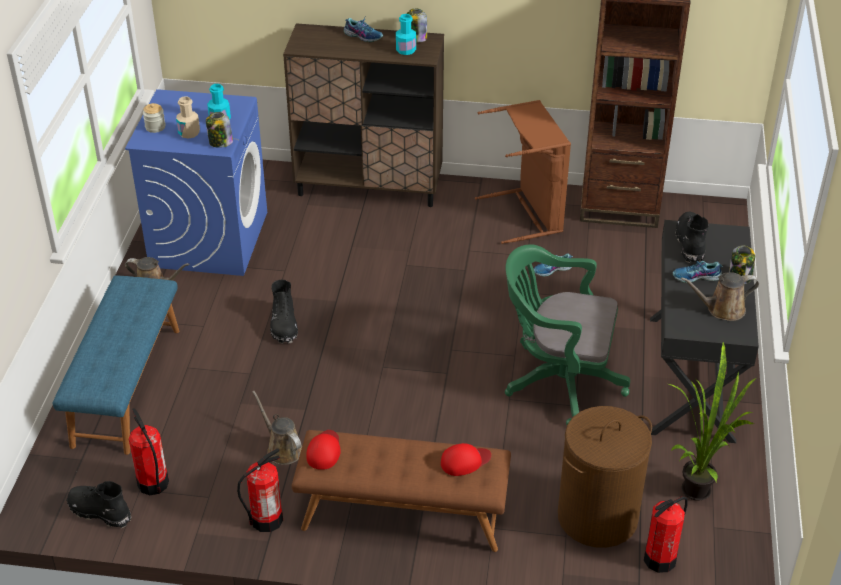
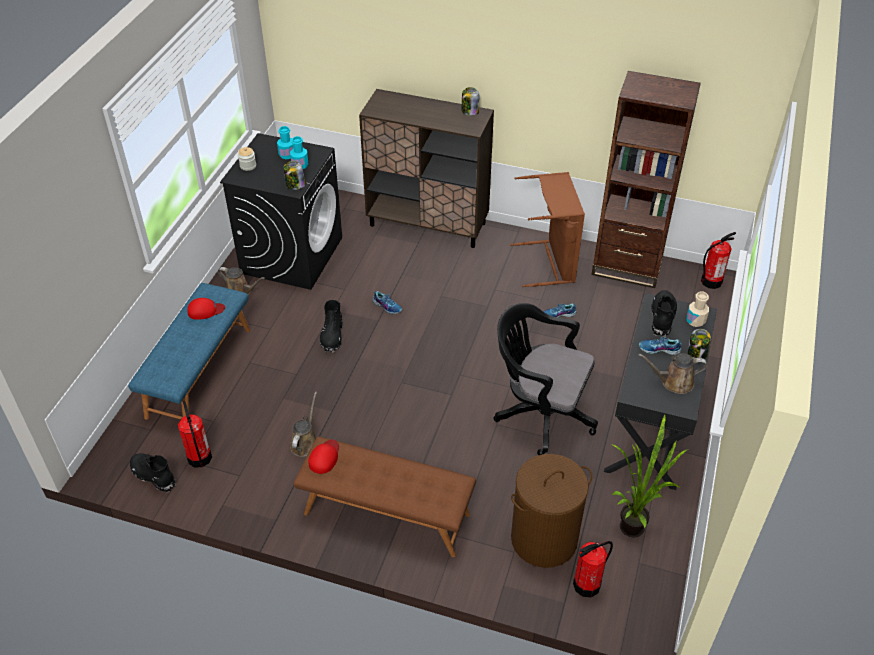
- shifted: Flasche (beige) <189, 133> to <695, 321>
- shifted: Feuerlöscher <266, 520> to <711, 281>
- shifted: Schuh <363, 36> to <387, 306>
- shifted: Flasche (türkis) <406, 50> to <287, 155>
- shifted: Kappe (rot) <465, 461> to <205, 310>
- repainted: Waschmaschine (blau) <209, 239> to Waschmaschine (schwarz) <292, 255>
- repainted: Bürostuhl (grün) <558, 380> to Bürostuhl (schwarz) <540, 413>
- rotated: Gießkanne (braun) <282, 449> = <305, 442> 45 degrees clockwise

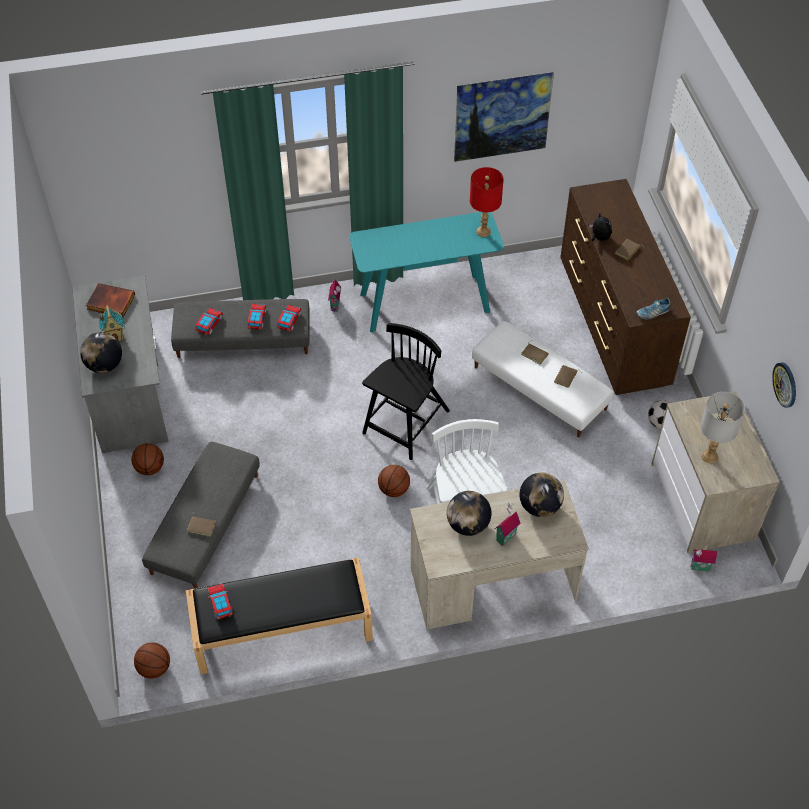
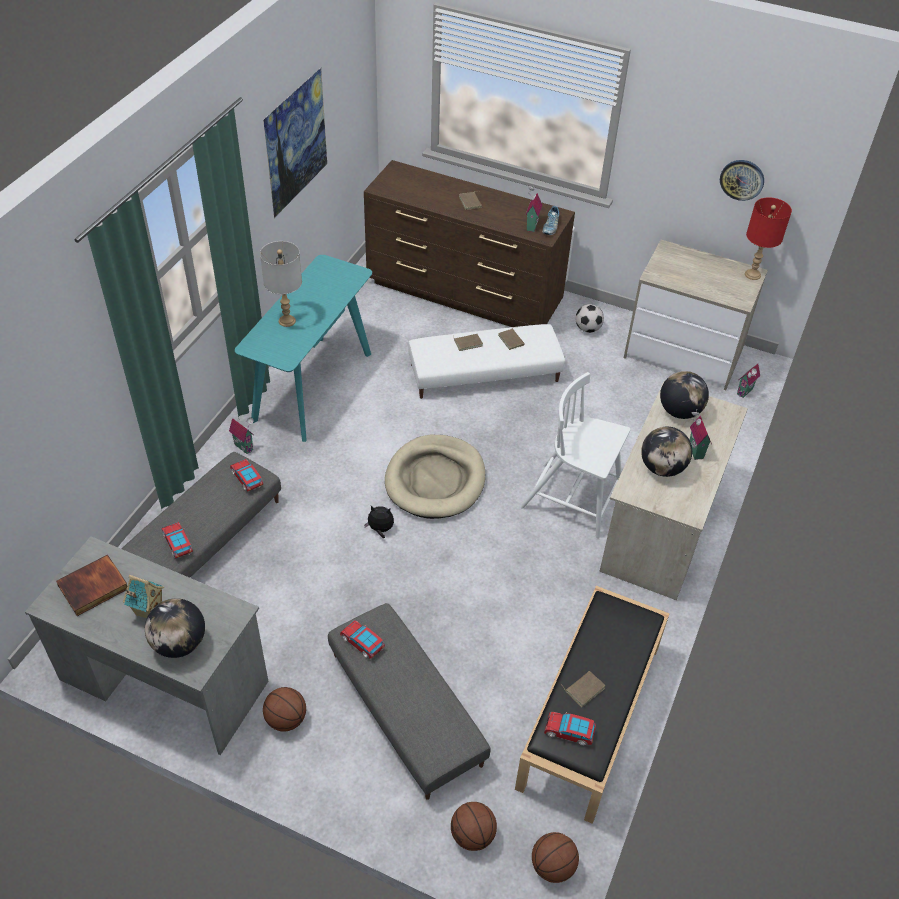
- new: Spielzeughaus <530, 226>
- shifted: Buch (braun) <202, 526> to <584, 689>
- shifted: Spielzeugauto <257, 320> to <362, 643>
- shifted: Basketball <394, 490> to <473, 835>
- shifted: Tischlampe (rot) <483, 232> to <753, 275>
- shifted: Plüschtier <599, 238> to <380, 529>
- shifted: Tischlampe (grau) <709, 456> to <287, 321>
- swapped: Stuhl (schwarz) <405, 424> to Hundebett (beige) <435, 480>

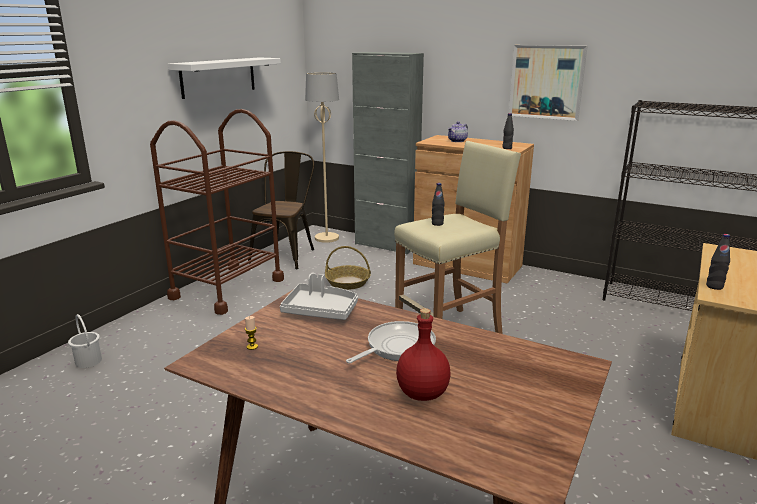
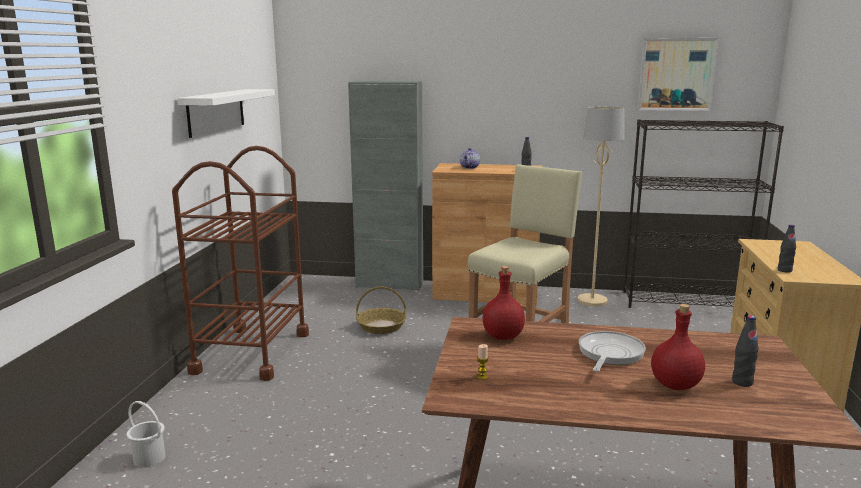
- gone: Stuhl (braun) <286, 254>
- shifted: Stehlampe (beige) <327, 238> to <592, 301>
- shifted: Flasche (schwarz) <437, 224> to <742, 382>
- shifted: Bild <546, 82> to <676, 74>
- swapped: Tablett (grau) <320, 310> to Flasche (rot) <503, 336>

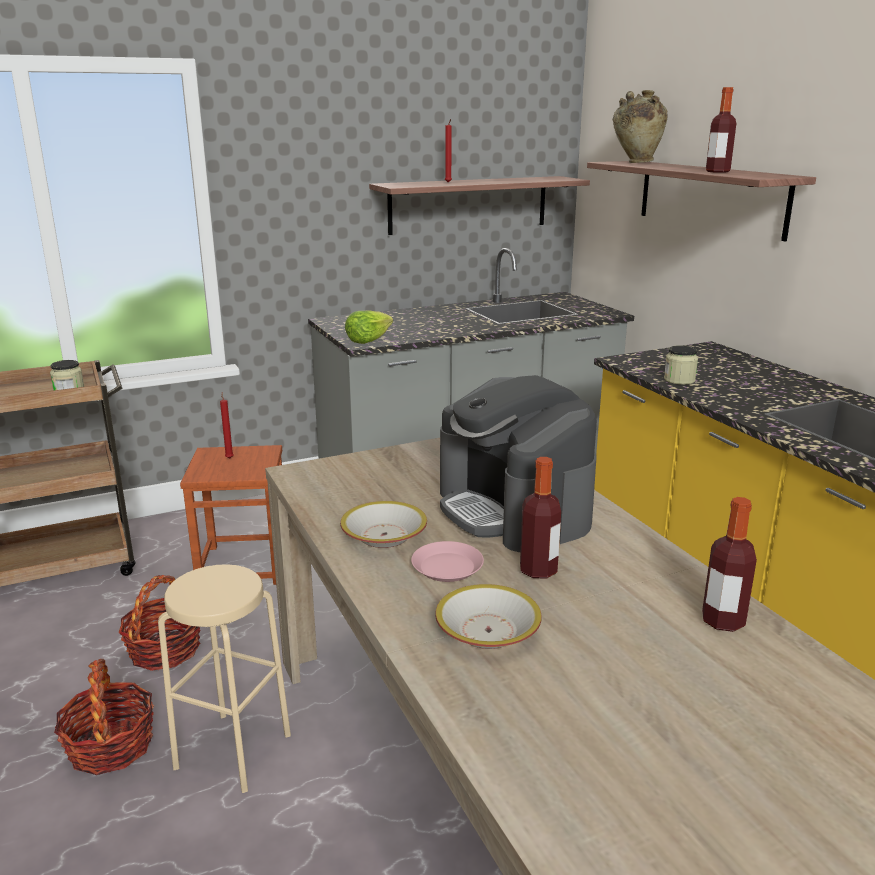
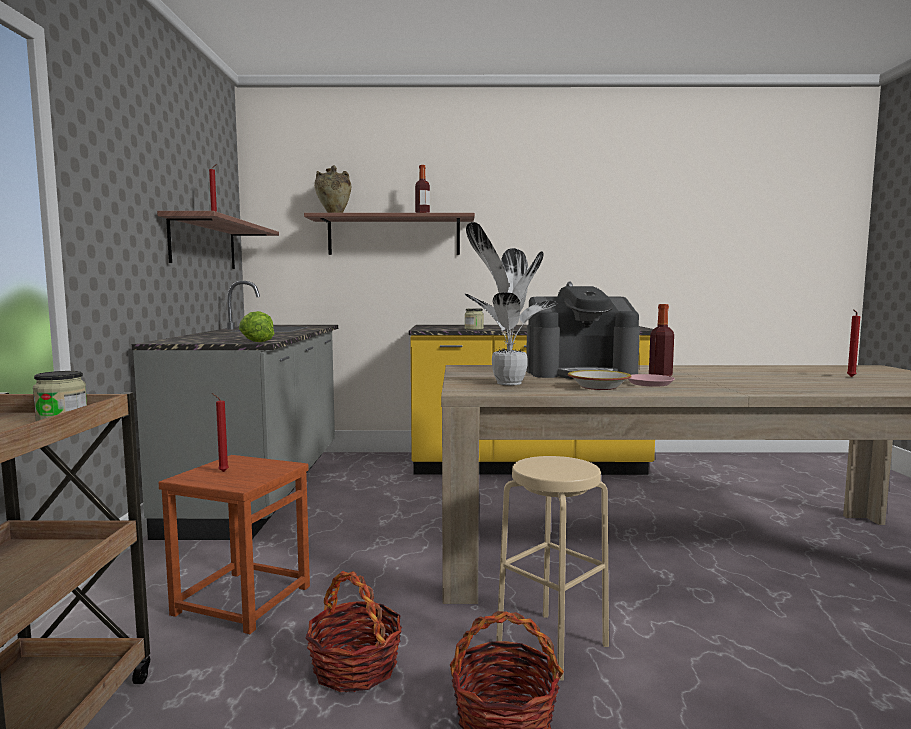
- gone: Schüssel <488, 631>
- gone: Flasche <723, 621>
- new: Topfpflanze <506, 383>
- new: Kerze (rot) <850, 377>

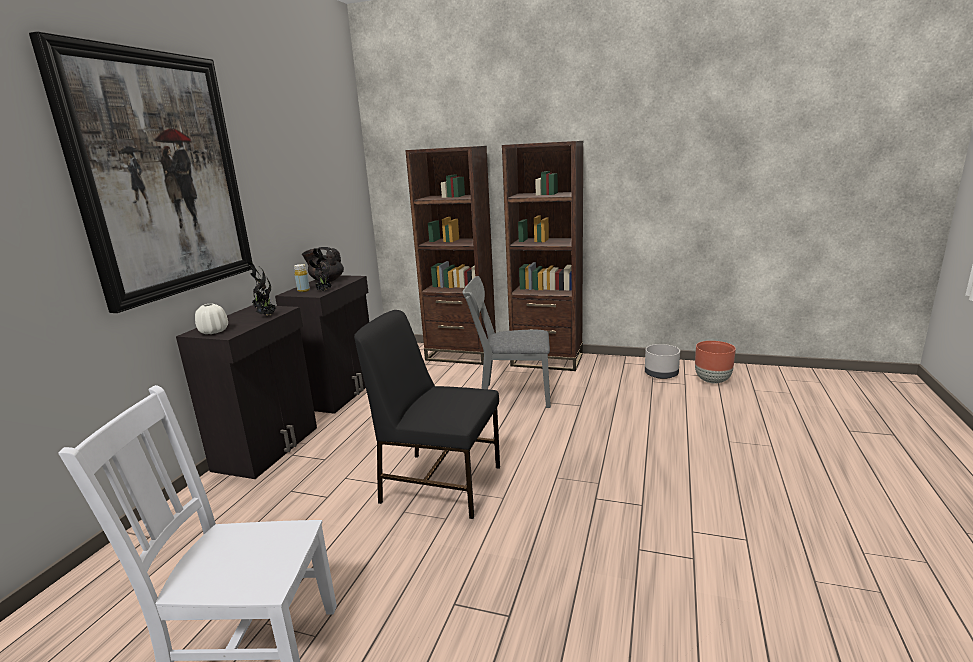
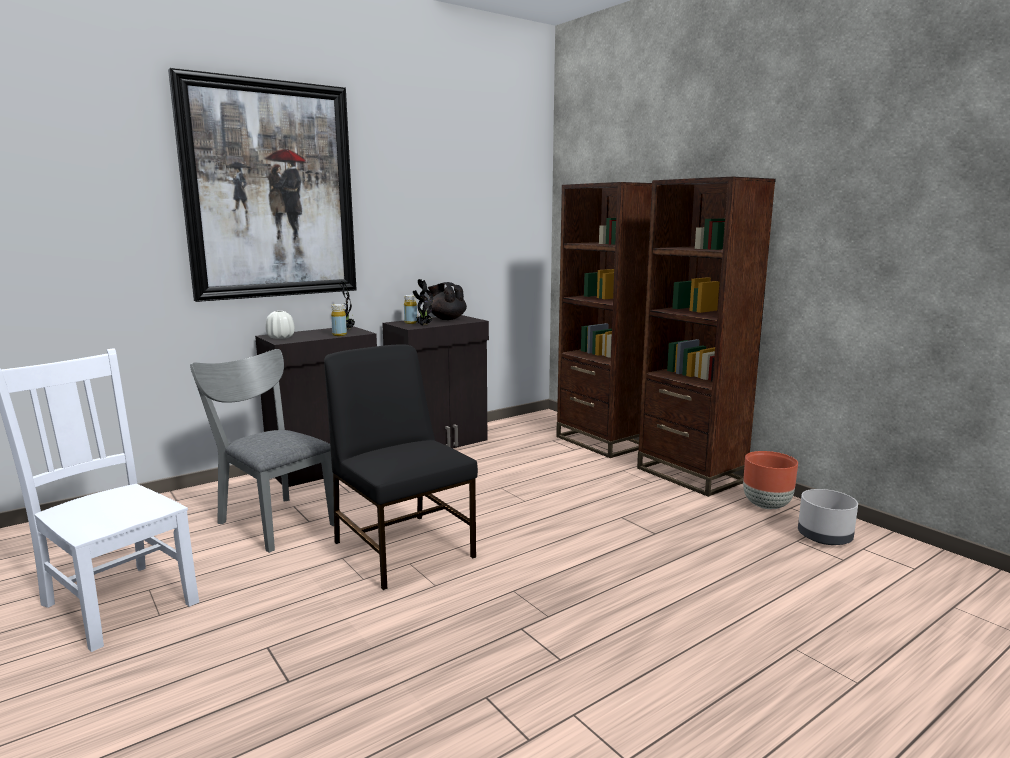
- shifted: Stuhl (grau) <509, 395> to <273, 520>
- shifted: Pflanzkübel (braun) <712, 380> to <766, 505>
- swapped: Topfpflanze <268, 315> to Flasche (gelb) <339, 335>

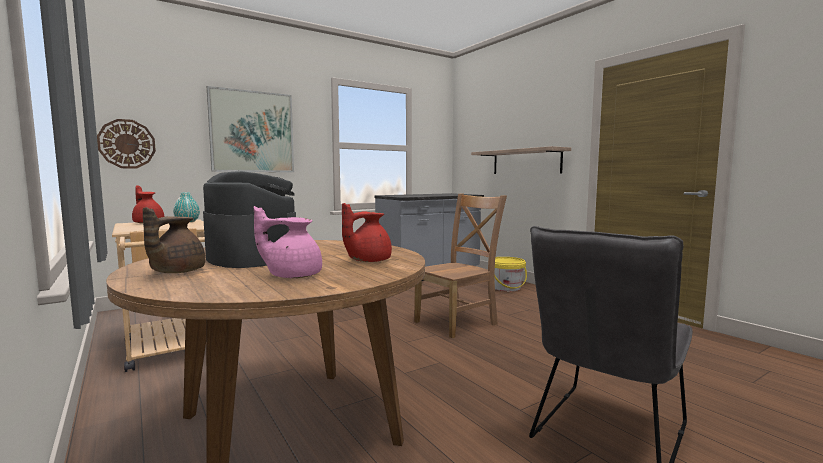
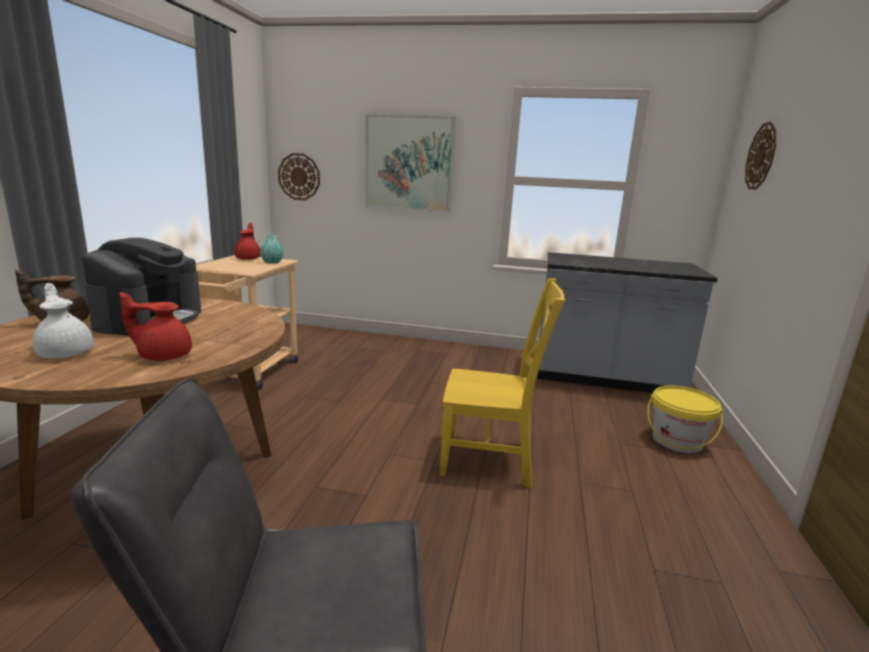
- gone: Wandregal <526, 162>
- new: Wanduhr <761, 156>
- repainted: Teekanne (rosa) <292, 275> to Teekanne (weiß) <66, 353>
- repainted: Stuhl (braun) <458, 322> to Stuhl (gelb) <491, 459>

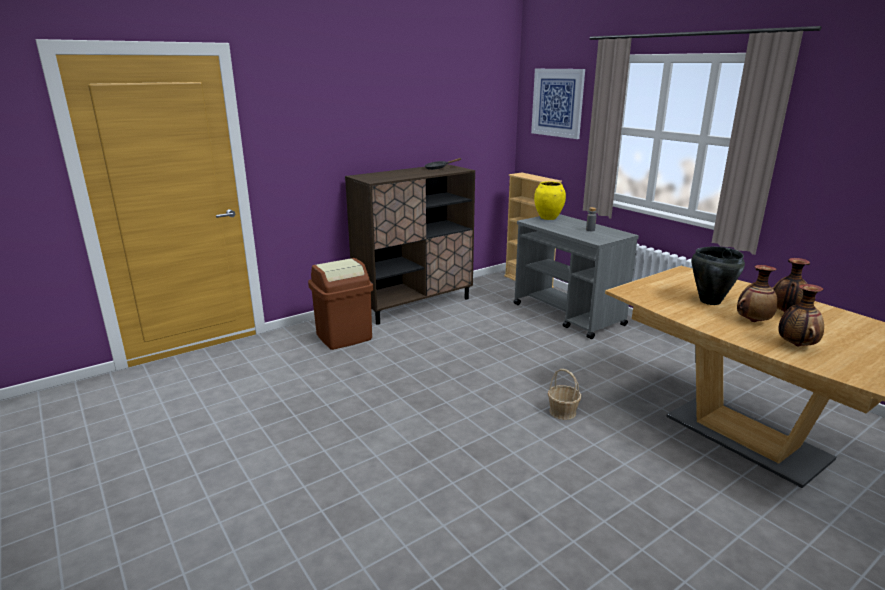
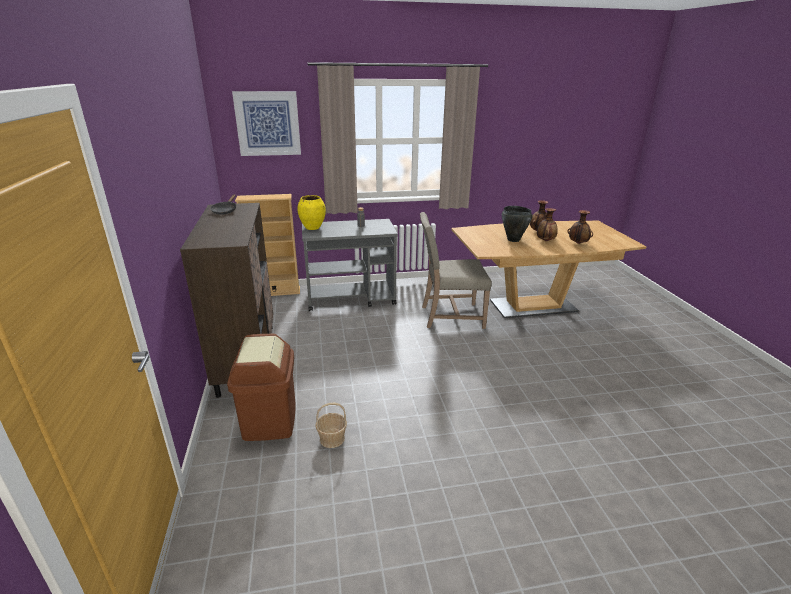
- new: Stuhl (beige) <450, 316>
- shifted: Korb <562, 412> to <332, 438>

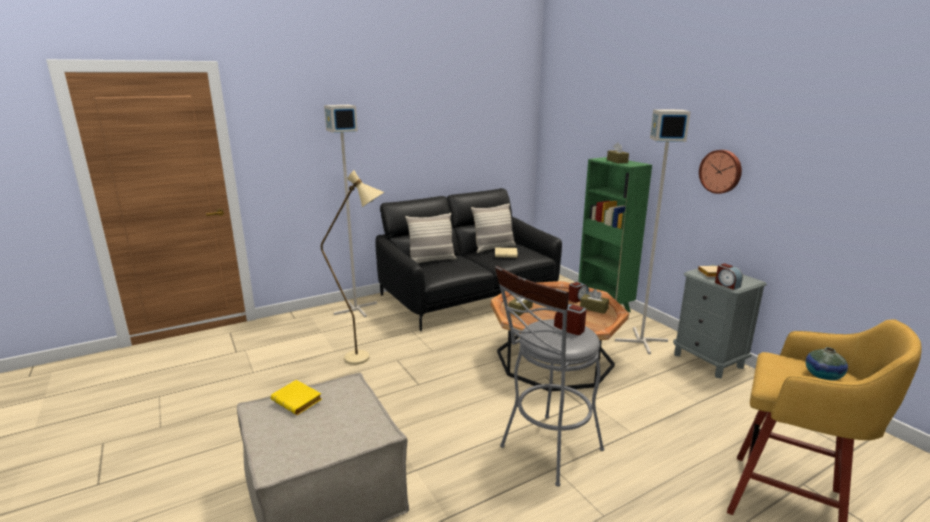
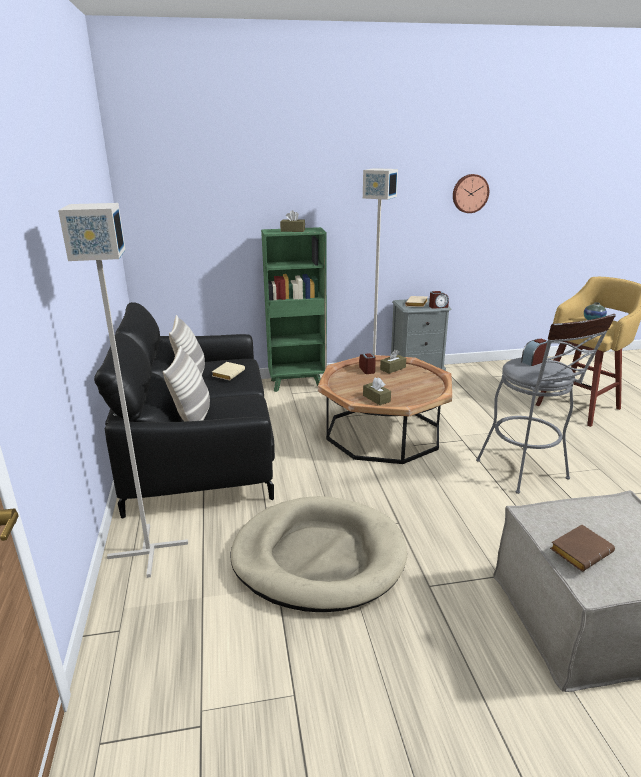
- shifted: Wanduhr <721, 171> to <470, 193>
- swapped: Stehlampe (beige) <366, 359> to Hundebett (beige) <318, 557>
- repainted: Buch (gelb) <299, 401> to Buch (braun) <580, 550>

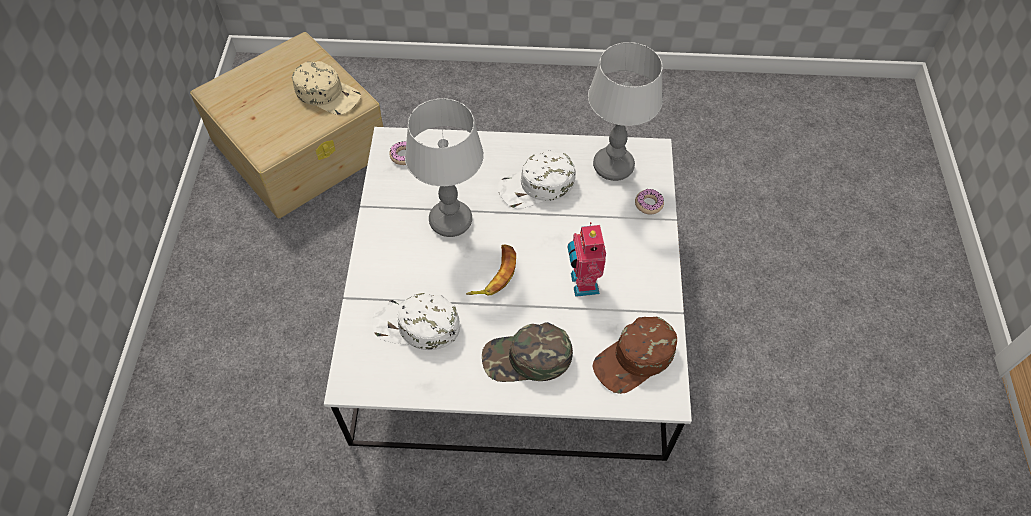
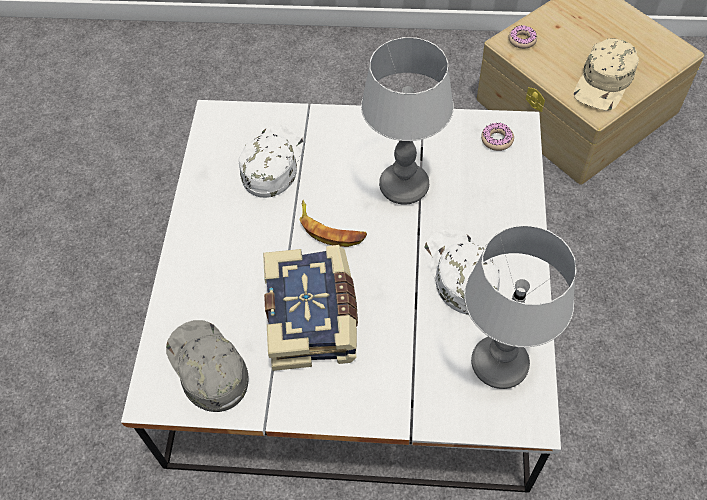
- gone: Kappe (grün) <527, 358>
- shifted: Donut <648, 204> to <522, 40>
- swapped: Spielzeugroboter <582, 283> to Buch <313, 317>
- repainted: Kappe (braun) <635, 359> to Kappe (grau) <206, 367>

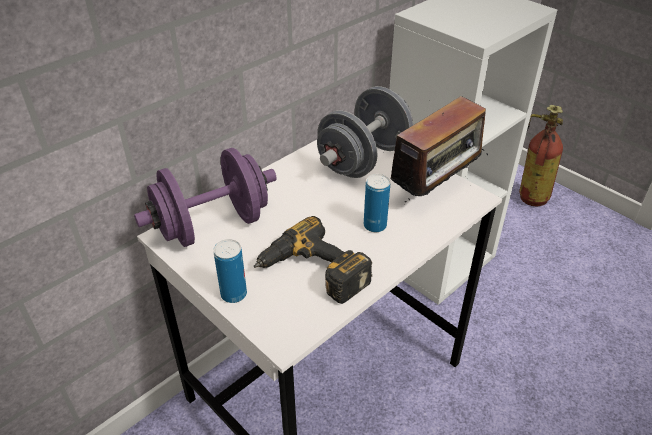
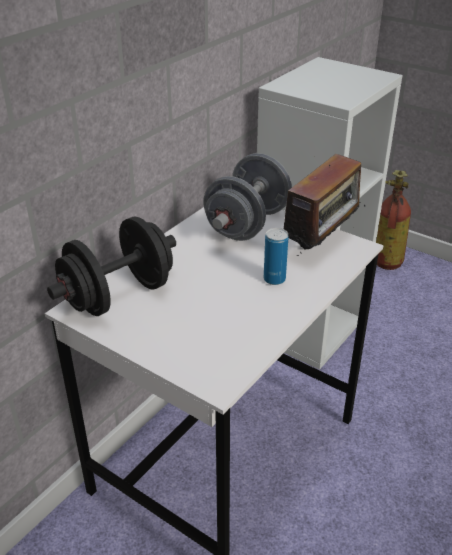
- gone: Dose <234, 294>
- gone: Bohrmaschine <311, 273>
- repainted: Hantel (lila) <213, 226> to Hantel (schwarz) <118, 296>

